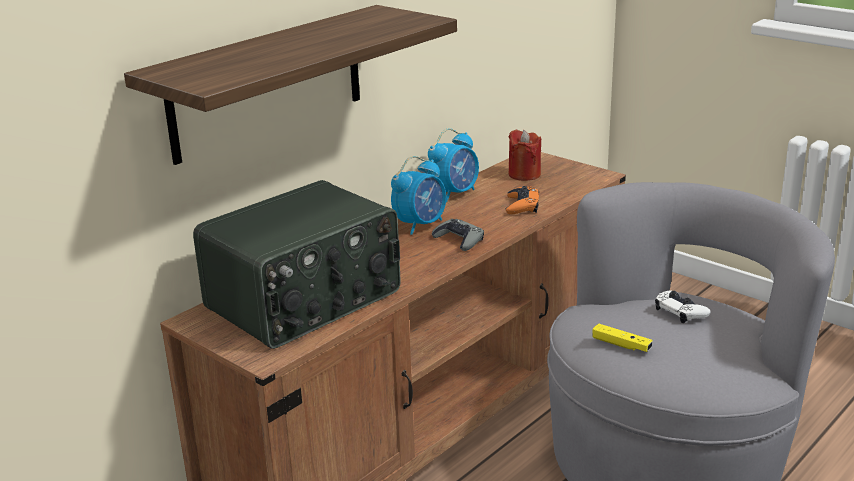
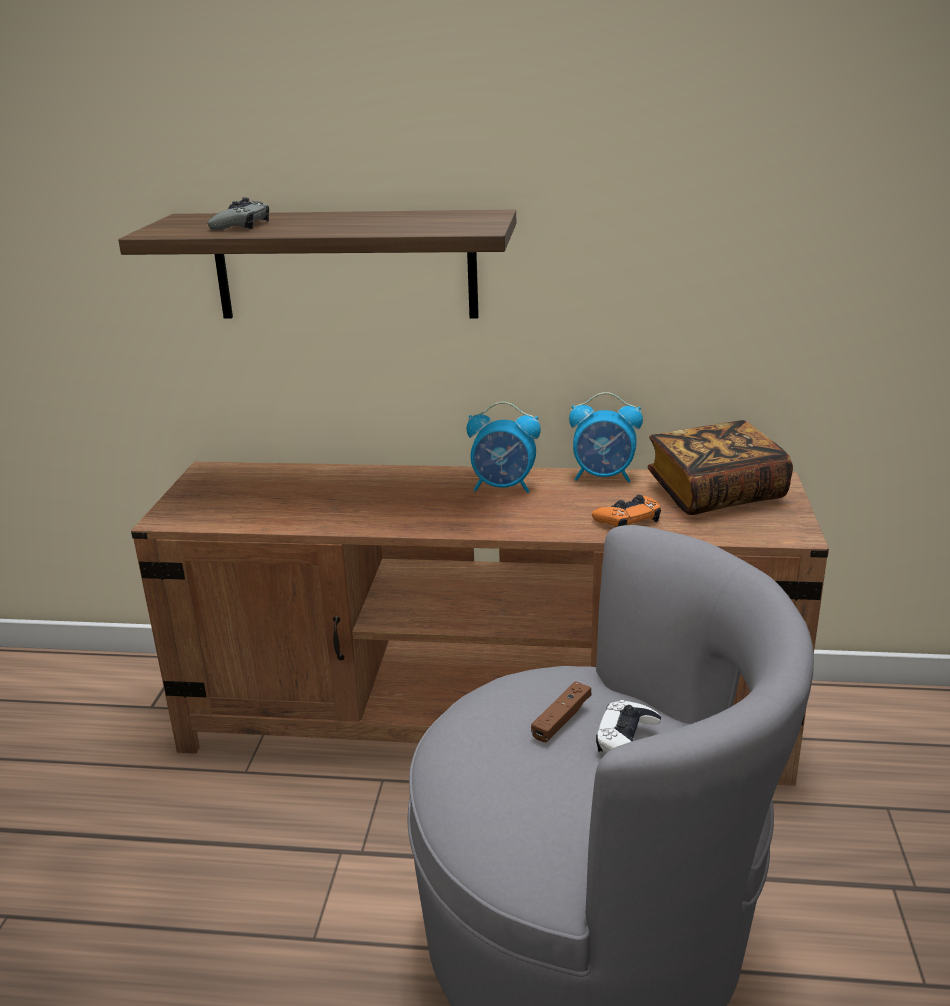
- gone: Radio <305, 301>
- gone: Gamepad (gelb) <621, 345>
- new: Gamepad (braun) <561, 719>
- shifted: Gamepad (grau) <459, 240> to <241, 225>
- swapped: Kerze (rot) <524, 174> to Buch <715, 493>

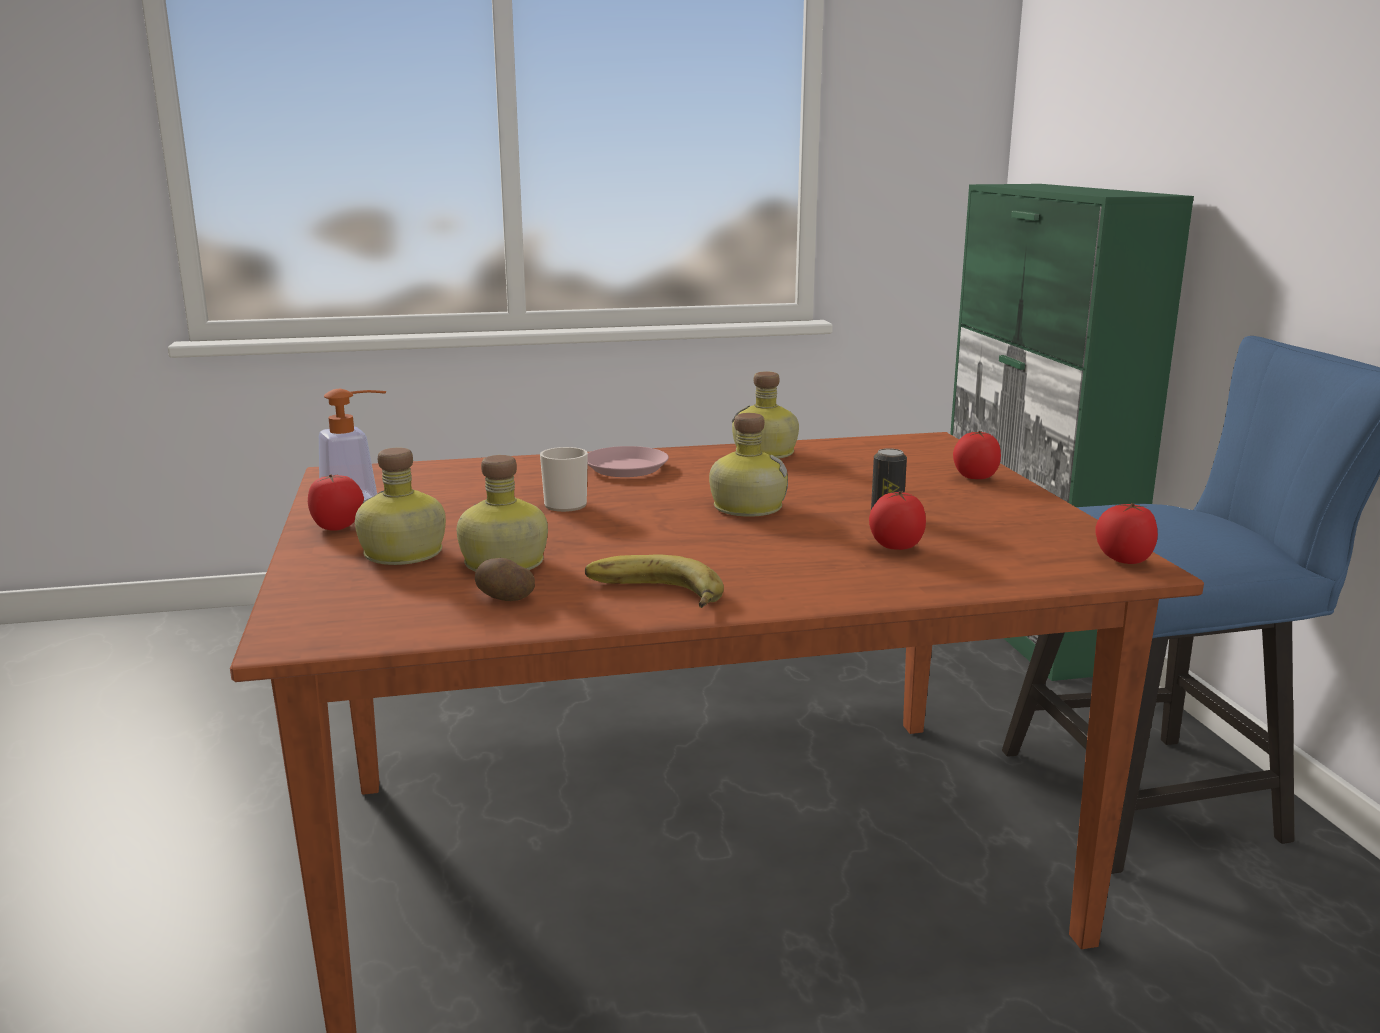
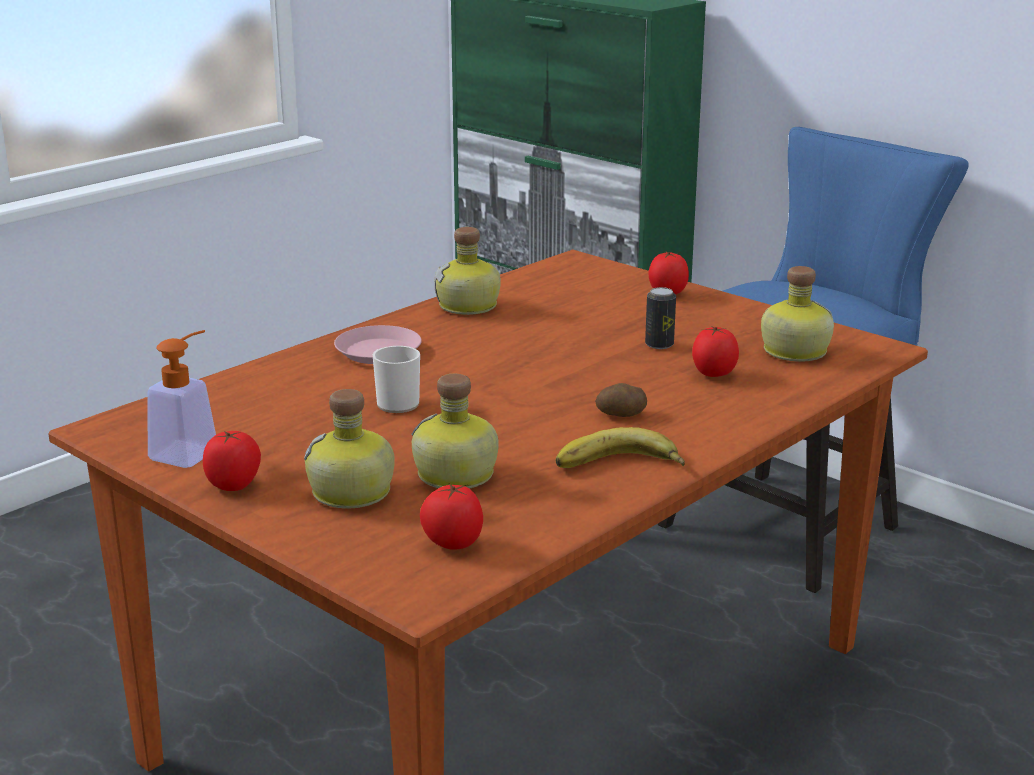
- shifted: Kartoffel <504, 598> to <621, 415>
- shifted: Flasche <746, 507> to <792, 351>
- shifted: Tomate <1123, 560> to <452, 544>

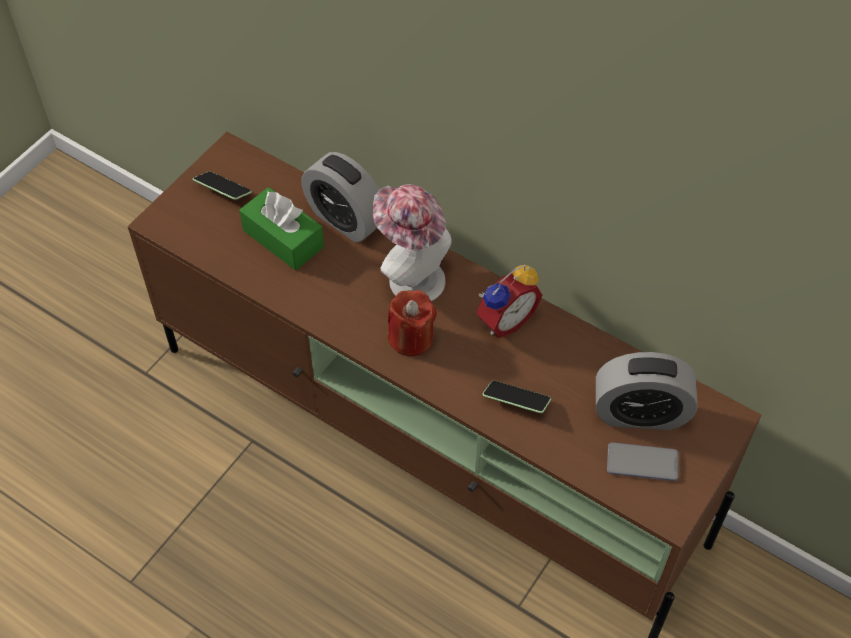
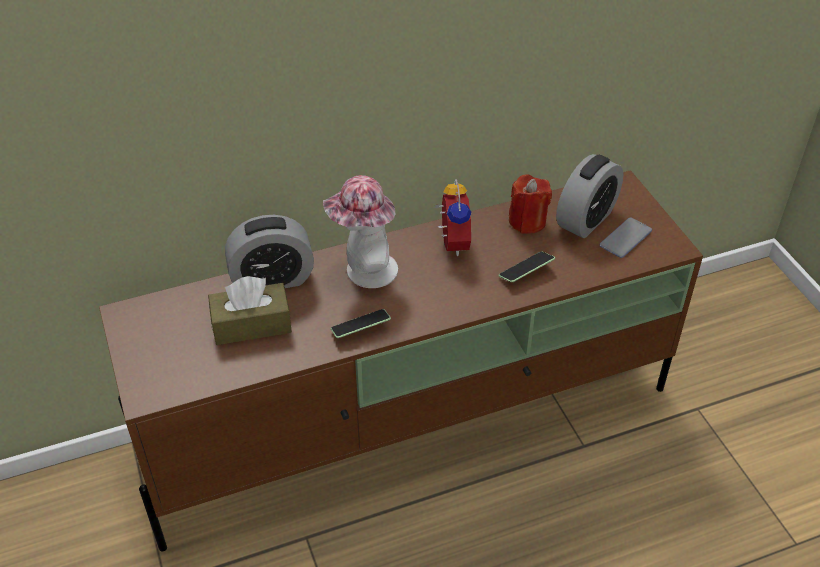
- shifted: Handy <223, 191> to <360, 329>
- shifted: Kerze (rot) <411, 338> to <527, 221>
- repainted: Taschentuchbox (grün) <283, 238> to Taschentuchbox (braun) <251, 325>

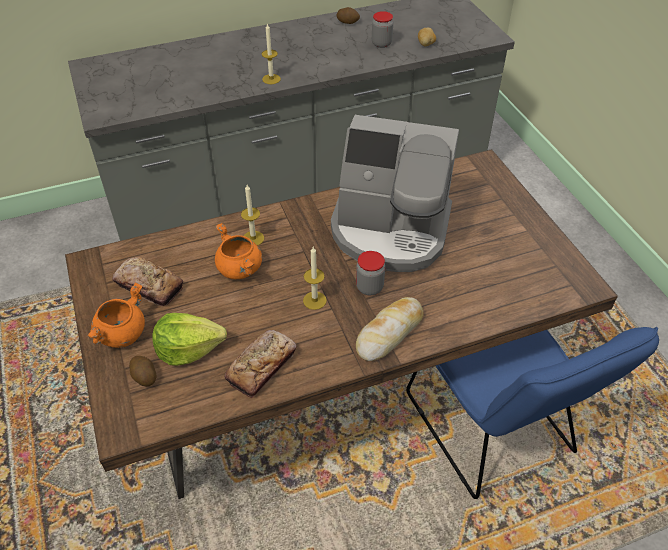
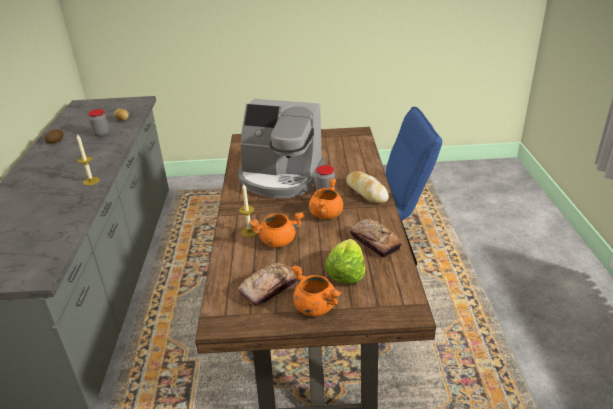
- gone: Kartoffel <144, 376>
- swapped: Kerze <314, 300> to Kochtopf (orange) <326, 214>
- rotated: Kaffeemaschine <390, 231> = <280, 178> 75 degrees clockwise

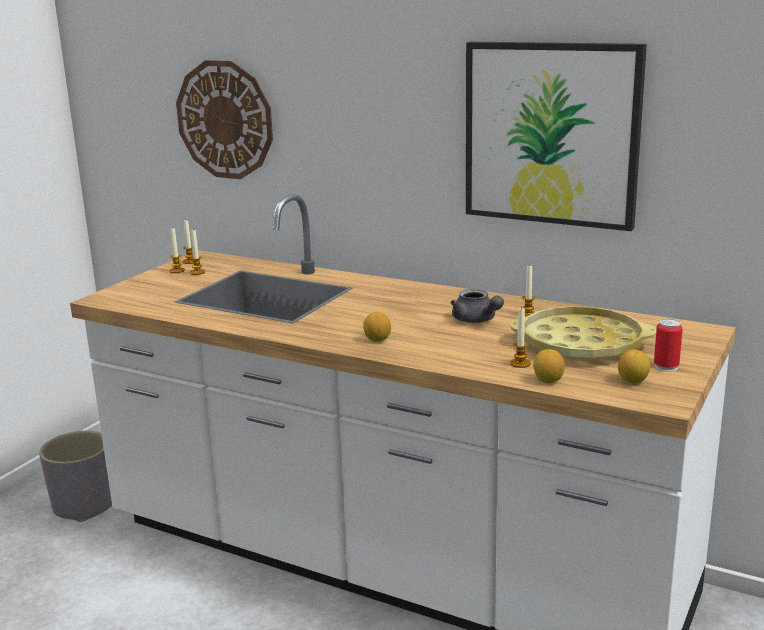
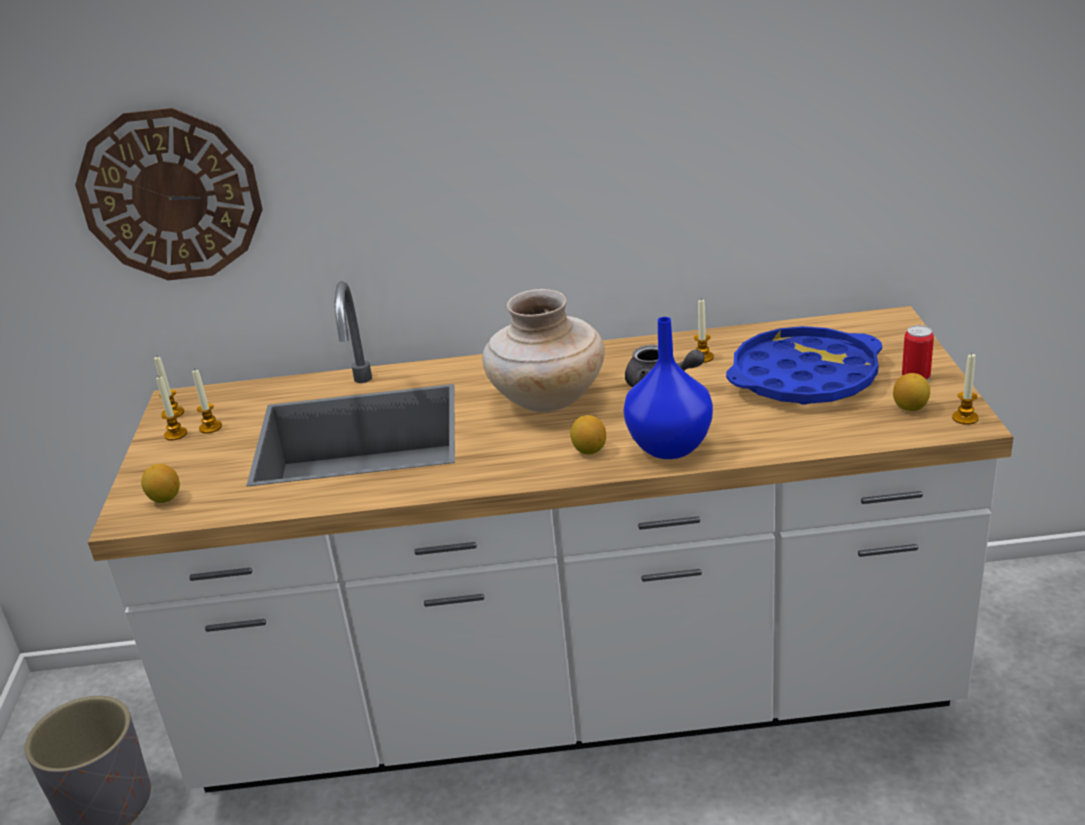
- gone: Bild <551, 134>
- new: Vase (beige) <547, 400>
- new: Vase (blau) <670, 446>
- shifted: Kerze <520, 363> to <965, 418>
- shifted: Zitrone <548, 380> to <165, 498>
- repainted: Tablett (gelb) <581, 344> to Tablett (blau) <804, 378>

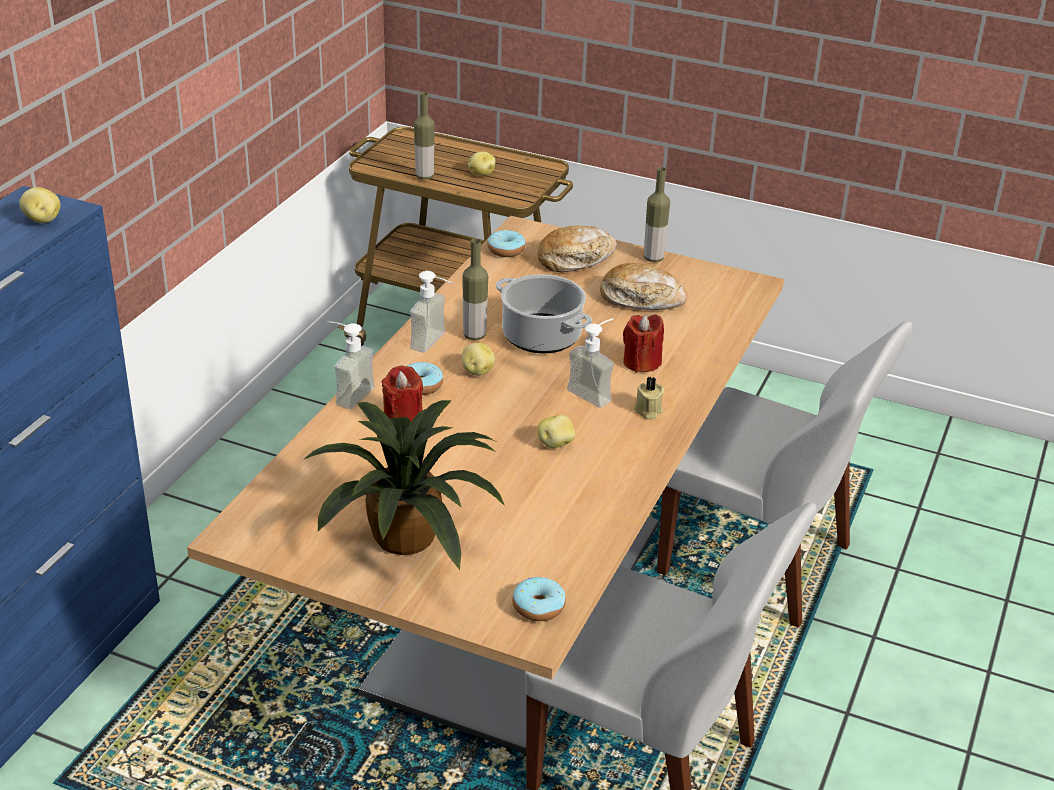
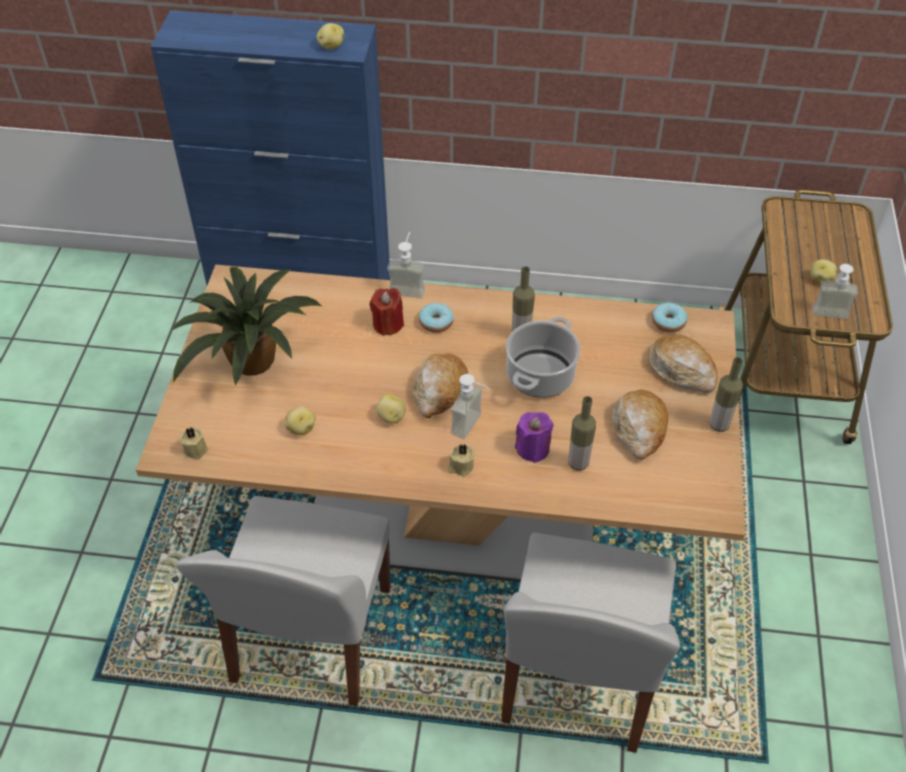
- new: Brot <439, 391>
- shifted: Seifenspender <435, 343> to <830, 318>
- shifted: Flasche <424, 176> to <578, 463>
- shifted: Kartoffel <477, 371> to <300, 428>
- swapped: Donut <538, 607> to Kerze (beige) <195, 448>
- repainted: Kerze (rot) <641, 362> to Kerze (lila) <533, 449>

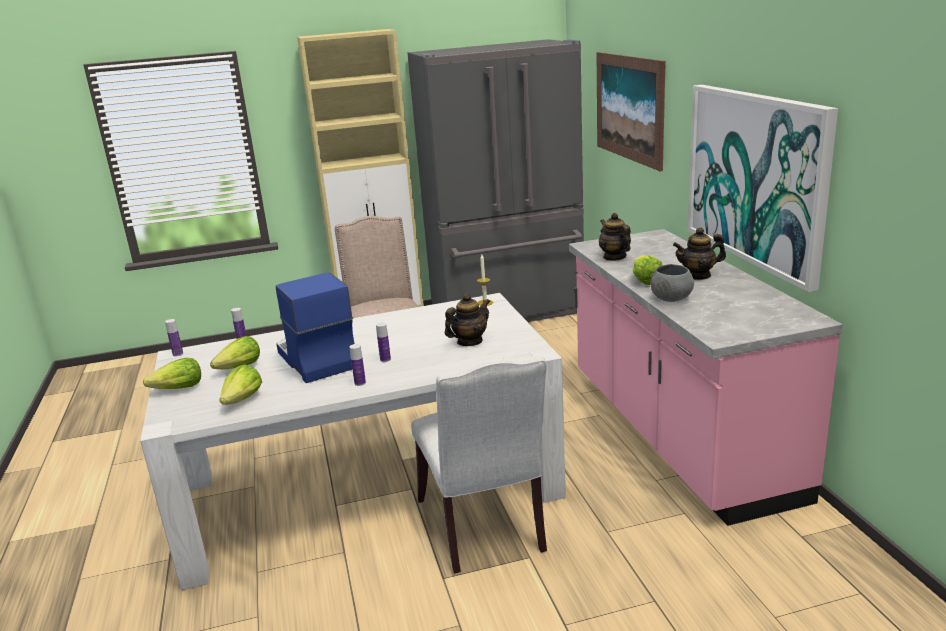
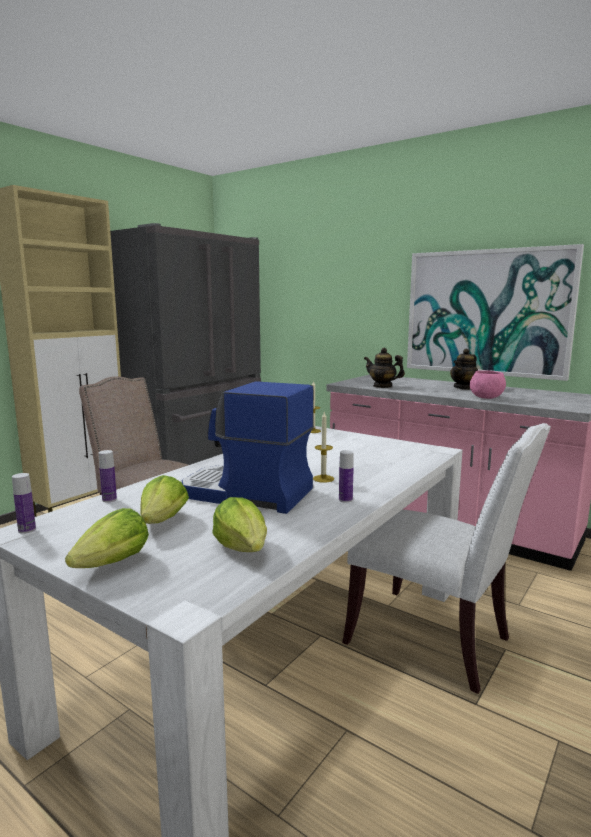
- gone: Teekanne <469, 342>
- gone: Bild <629, 108>
- gone: Salatkopf <646, 281>
- swapped: Flasche <385, 359> to Kerze <323, 479>
- repainted: Schüssel (grau) <671, 299> to Schüssel (rosa) <486, 398>

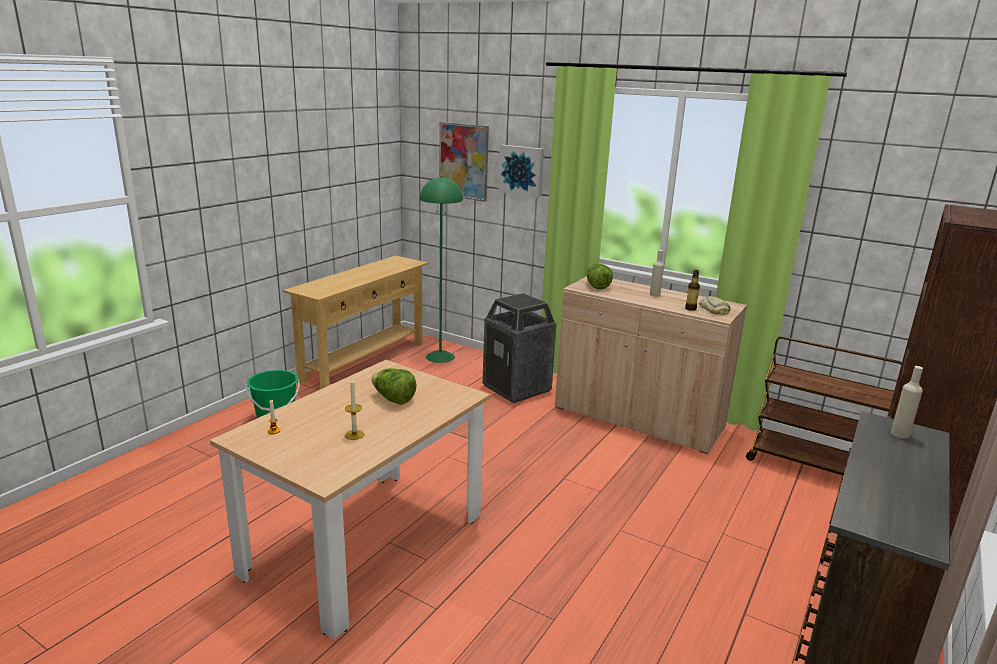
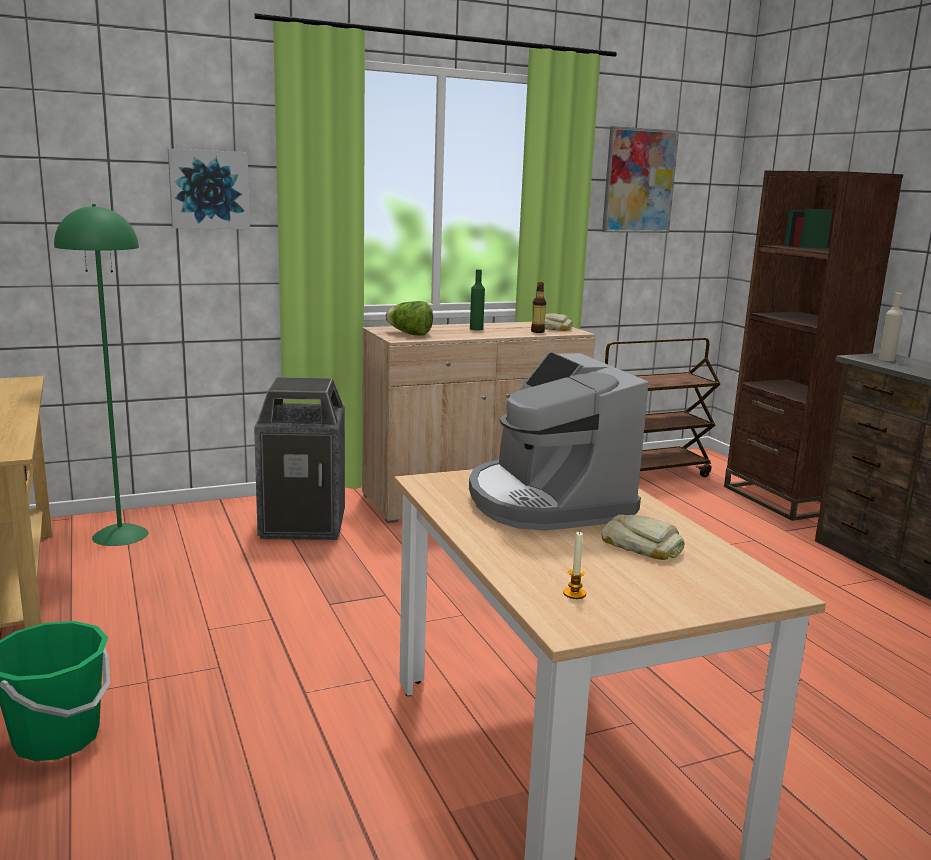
- shifted: Bild <463, 161> to <639, 181>
- swapped: Kerze <354, 435> to Brot <642, 546>
- swapped: Salatkopf <393, 399> to Kaffeemaschine <546, 501>
- repainted: Flasche (beige) <654, 295> to Flasche (grün) <476, 329>

